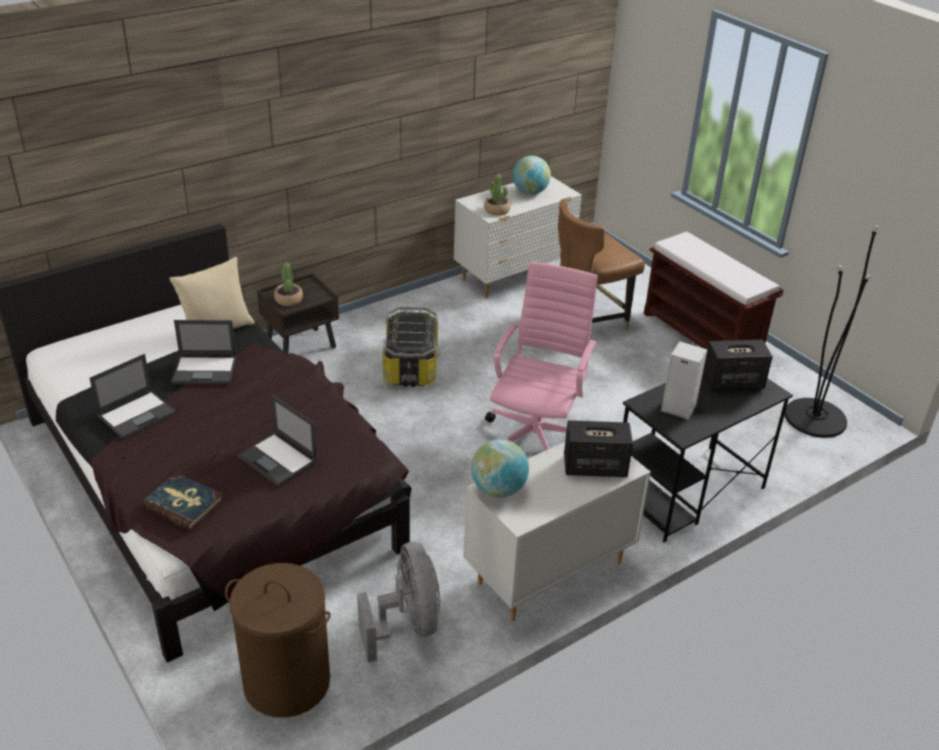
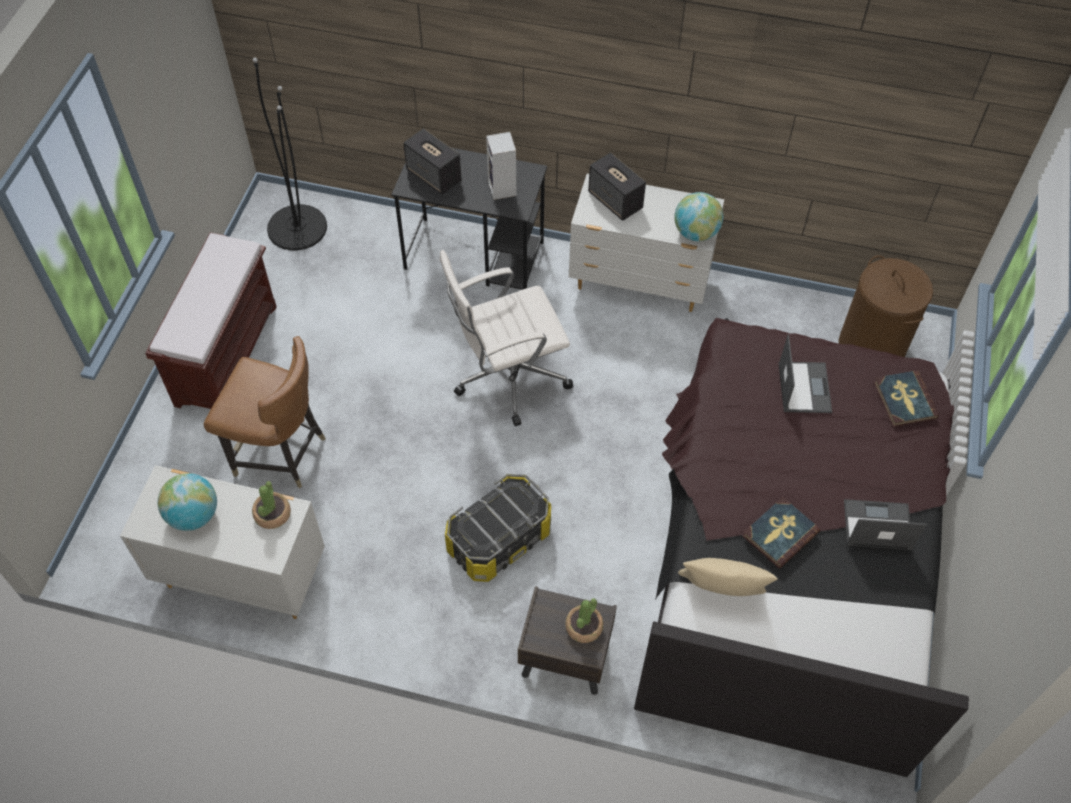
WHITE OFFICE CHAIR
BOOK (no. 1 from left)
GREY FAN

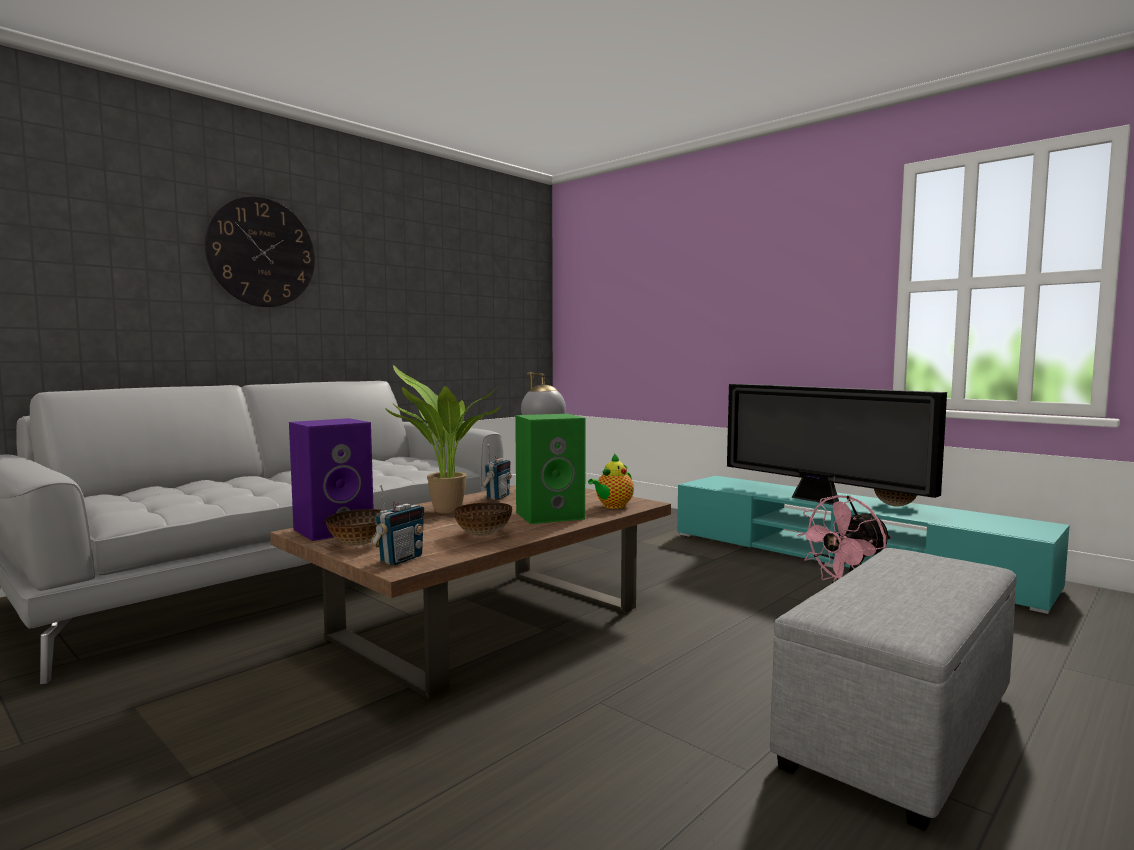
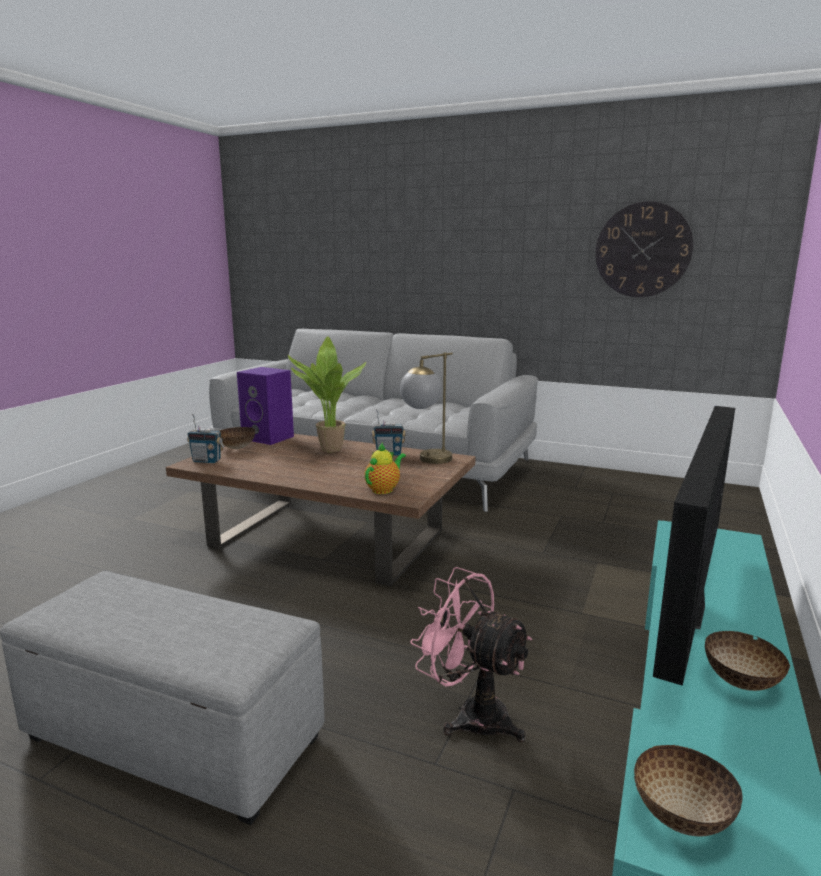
TEAPOT
WALL CLOCK
BOWL (no. 2 from left)
GREEN SPEAKER

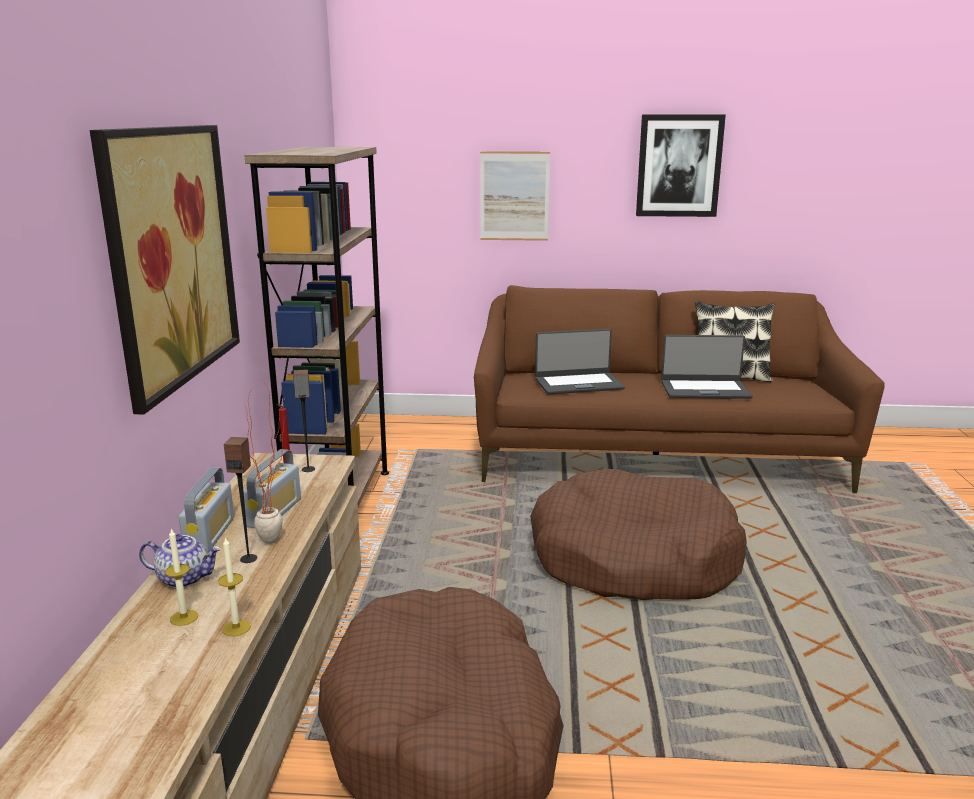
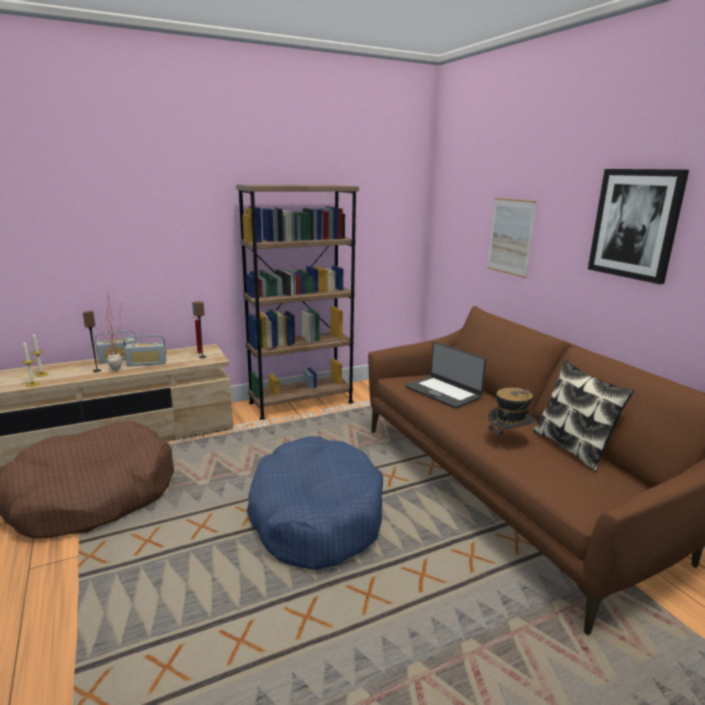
BLUE DOG BED
HAT
PICTURE (no. 1 from left in the first image)
TEAPOT

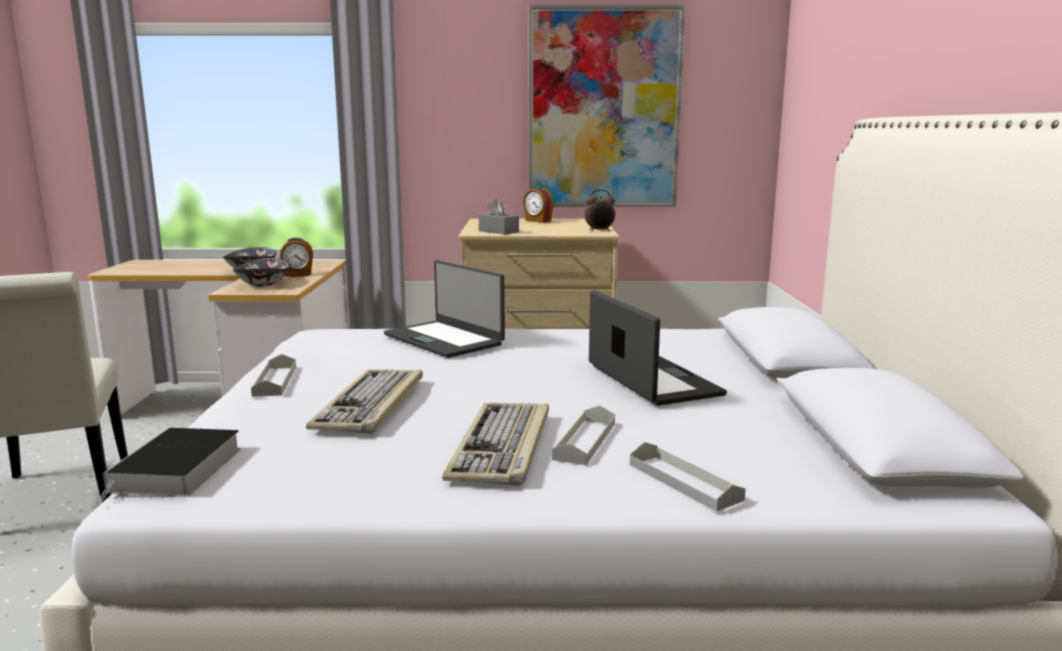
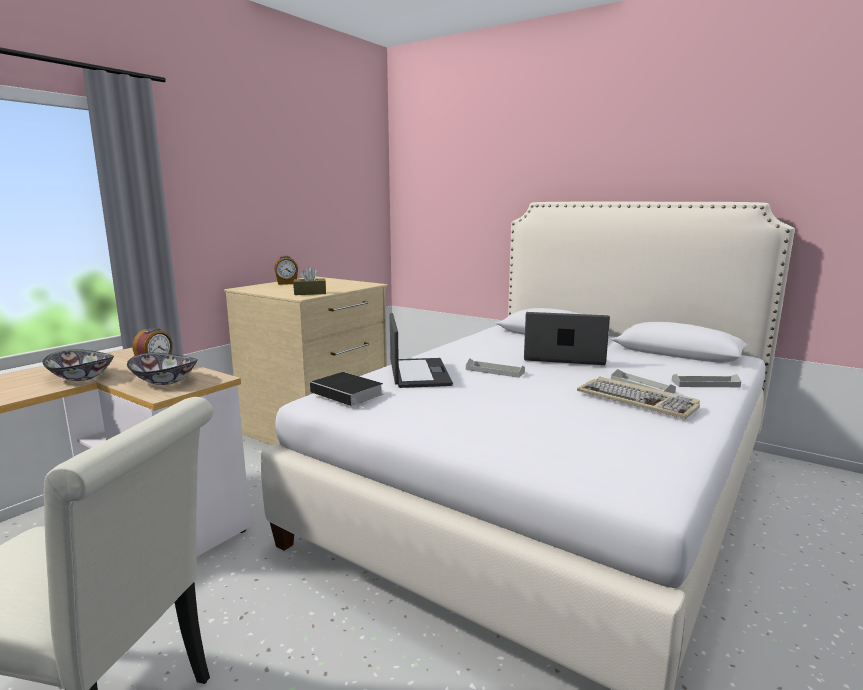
BROWN TISSUE BOX
BOOK
LAPTOP (no. 1 from left)
GREY TRAY (no. 1 from left)
KEYBOARD (no. 1 from left in the first image)
PICTURE
ALARM CLOCK (no. 3 from left in the first image)

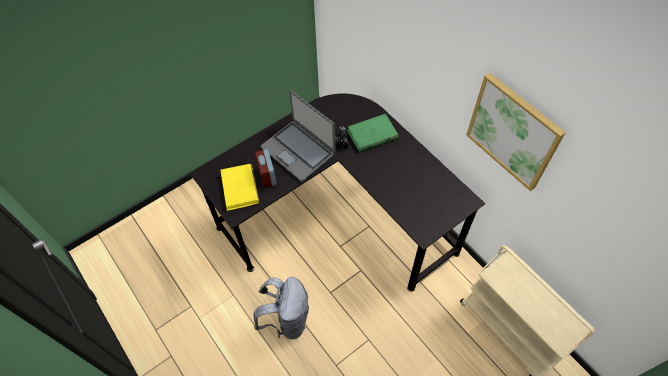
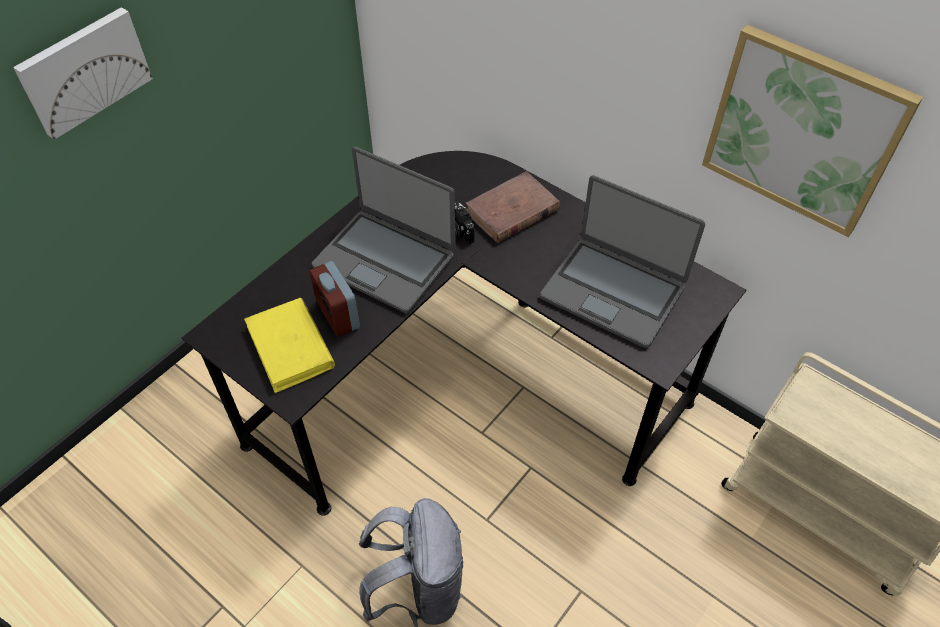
PICTURE (no. 1 from left)
BROWN BOOK
LAPTOP (no. 2 from left)

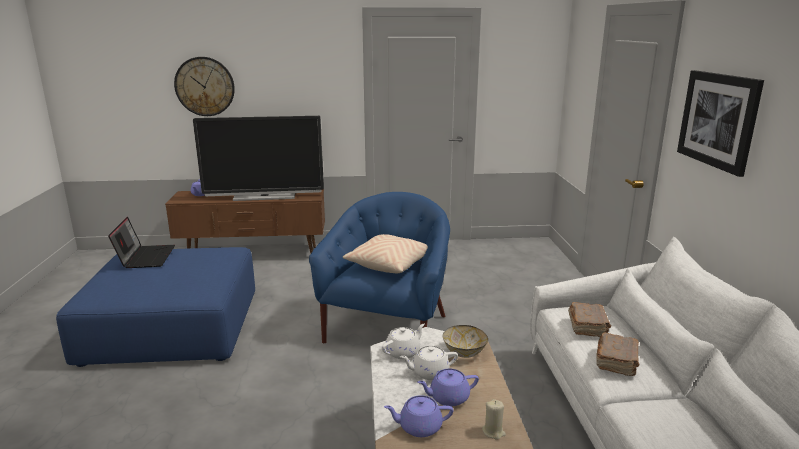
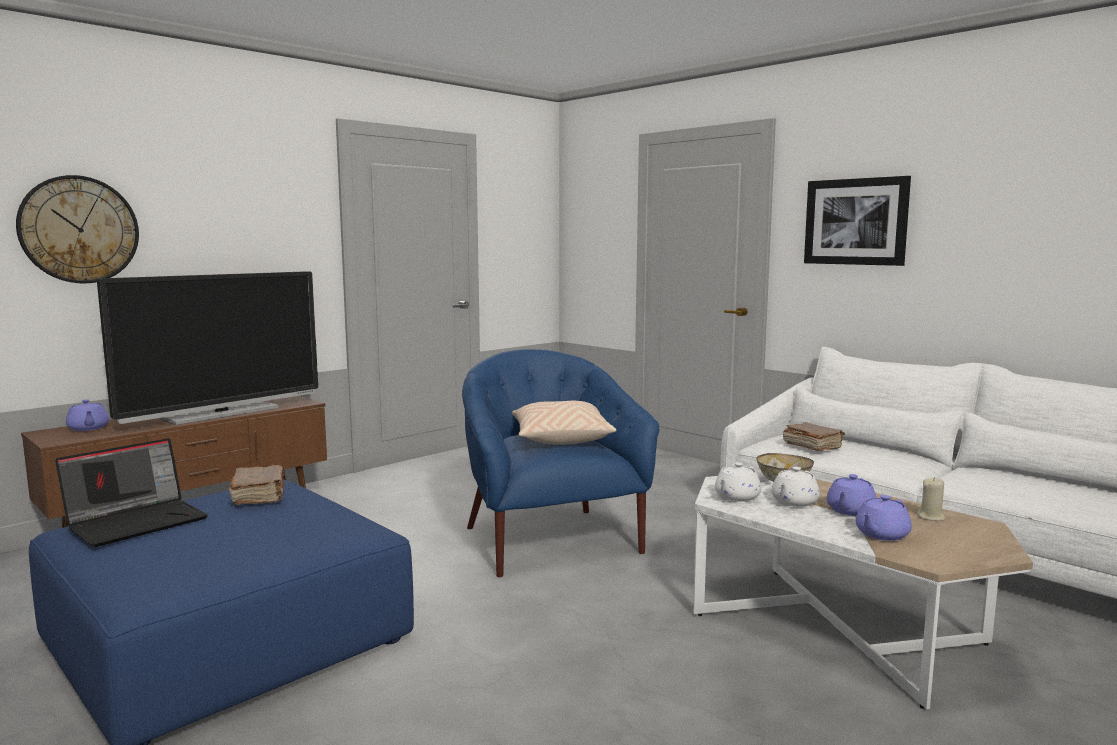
LAPTOP
BROWN BOOK (no. 1 from left)
WHITE TEAPOT (no. 1 from left)

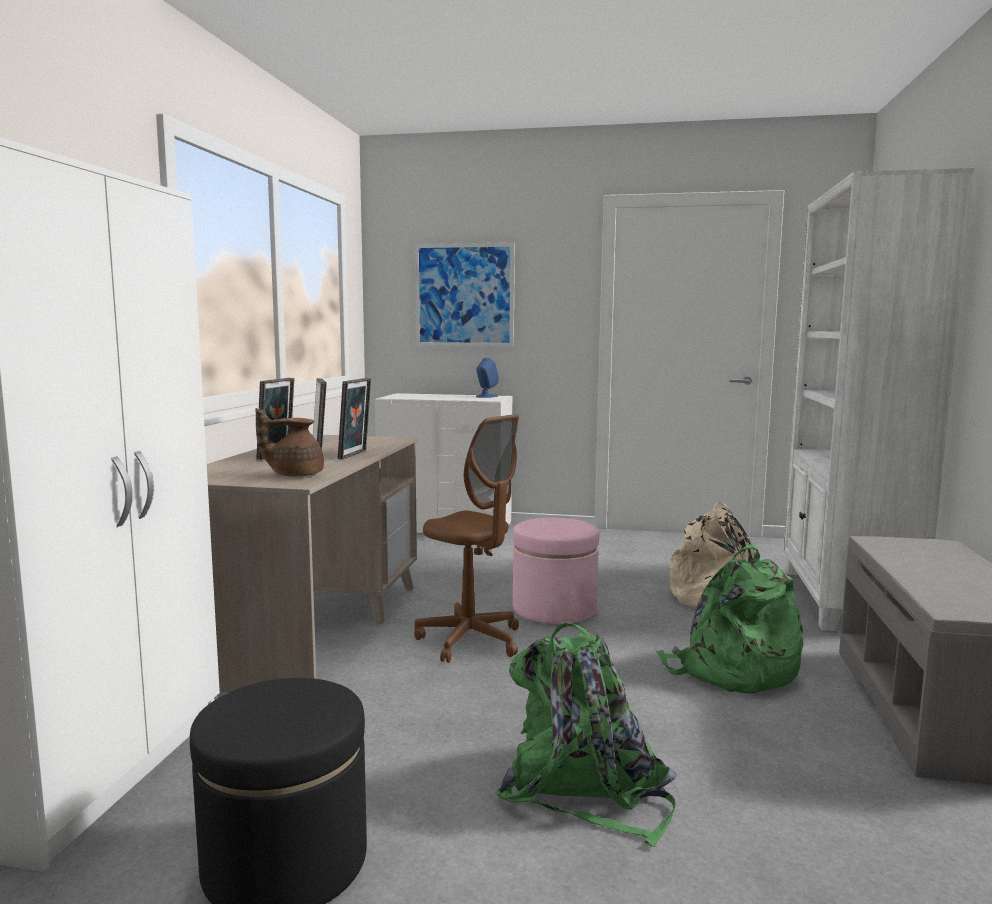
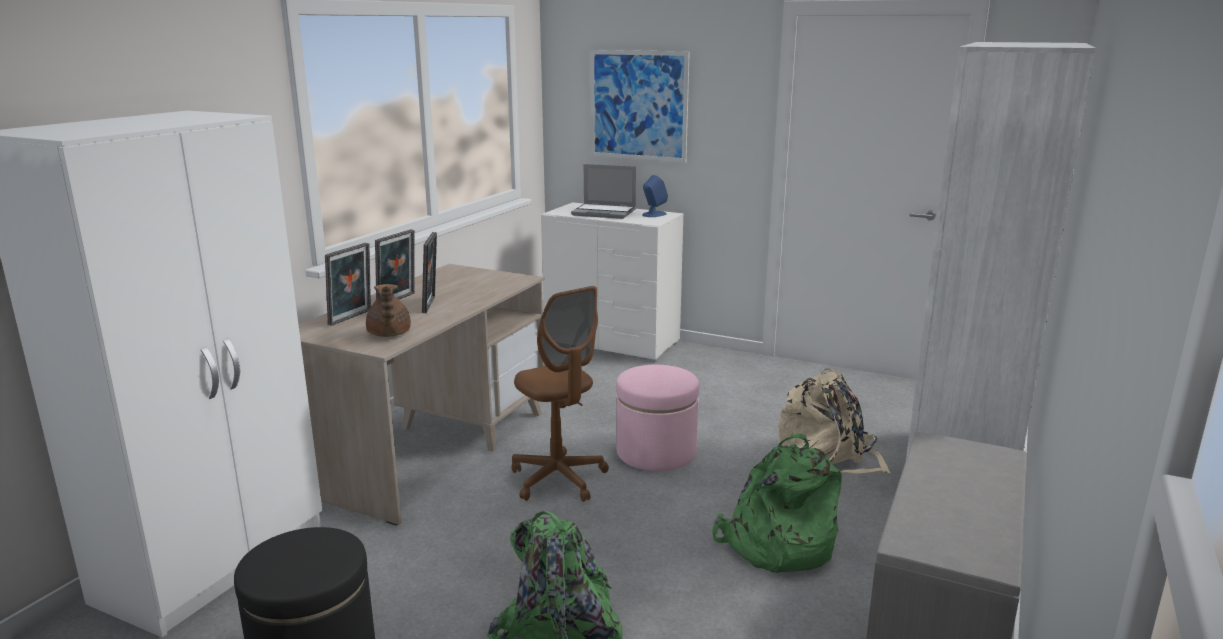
PICTURE FRAME (no. 1 from left)
BROWN TEAPOT
LAPTOP

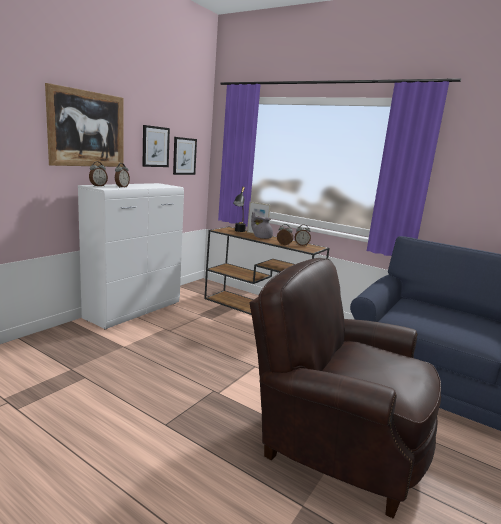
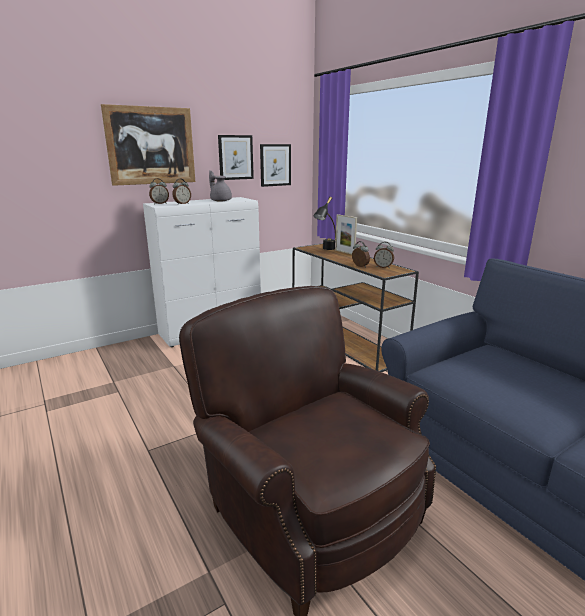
GREY TEAPOT

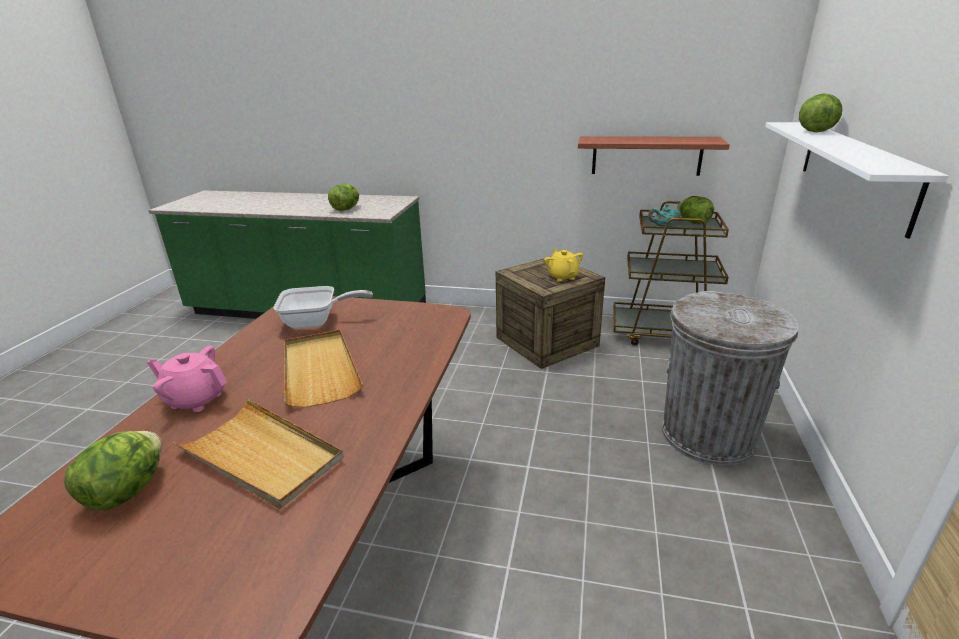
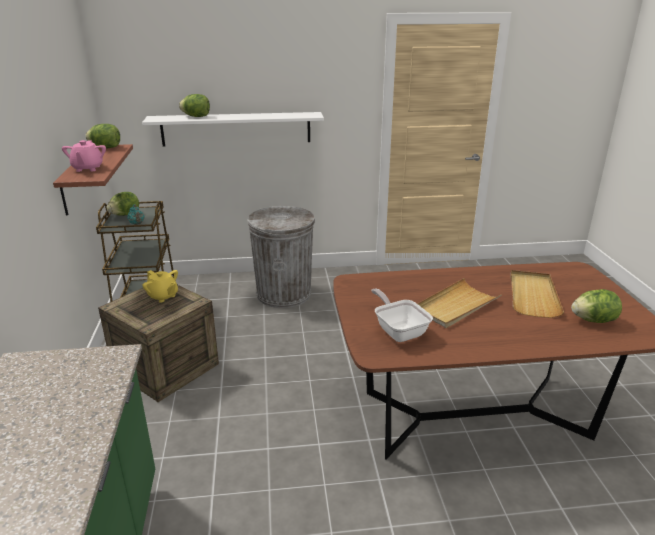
PINK TEAPOT
LETTUCE (no. 1 from left)
YELLOW TEAPOT

